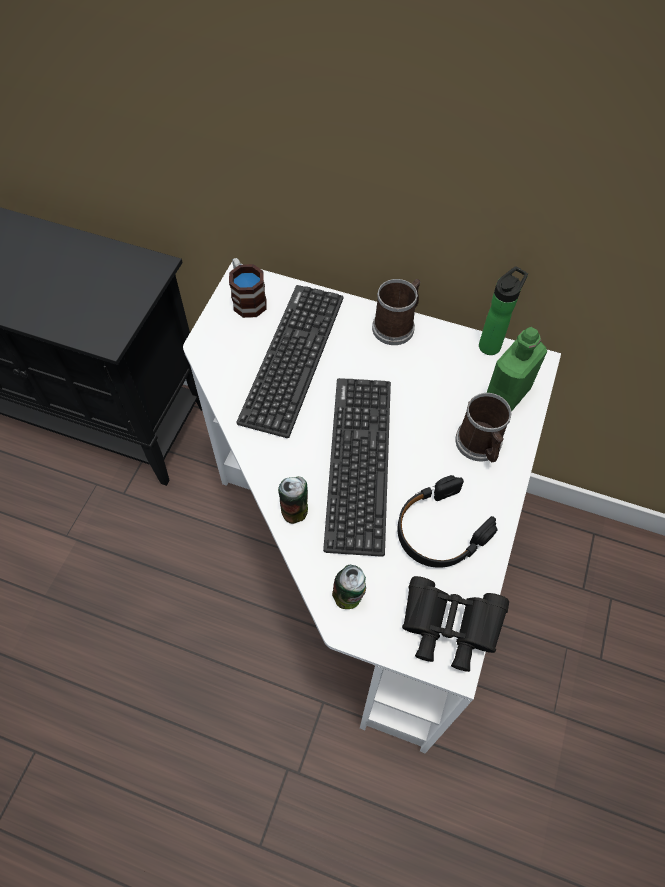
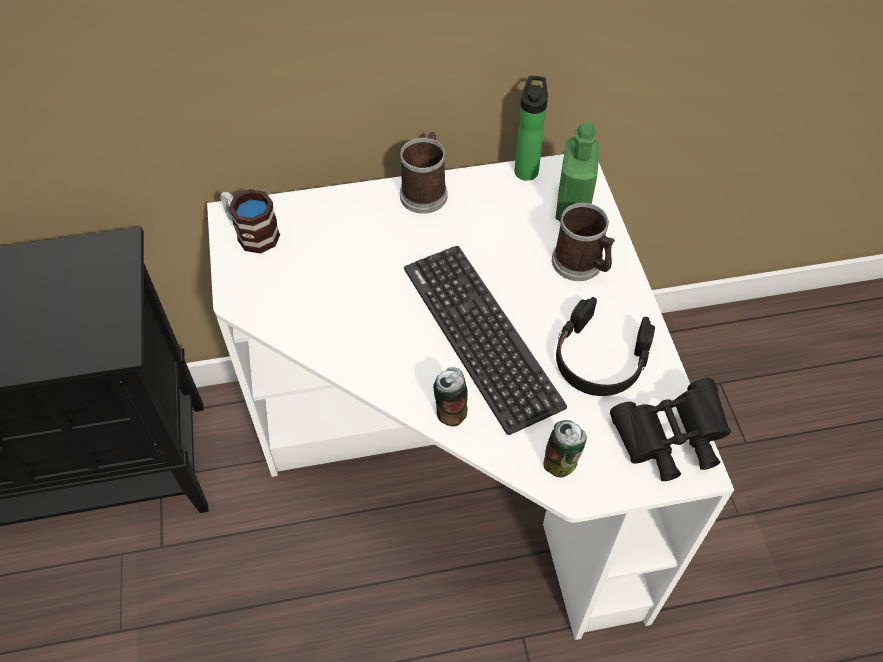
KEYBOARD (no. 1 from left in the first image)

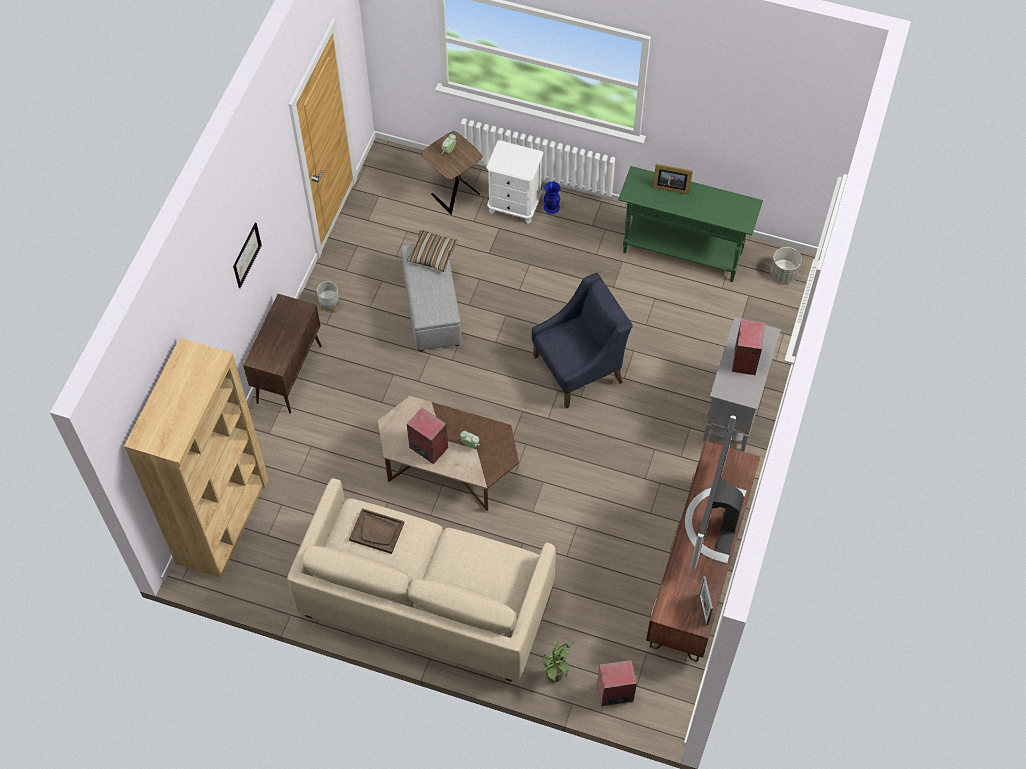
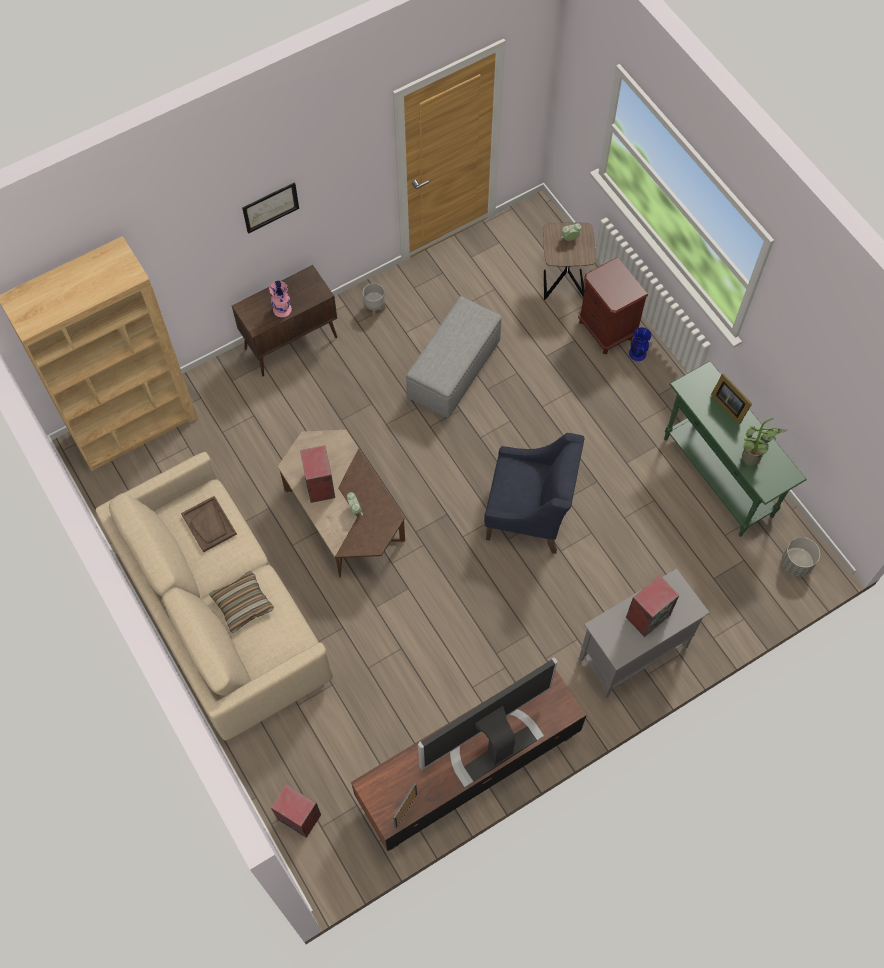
PILLOW
PINK VASE
BROWN NIGHTSTAND
POTTED PLANT

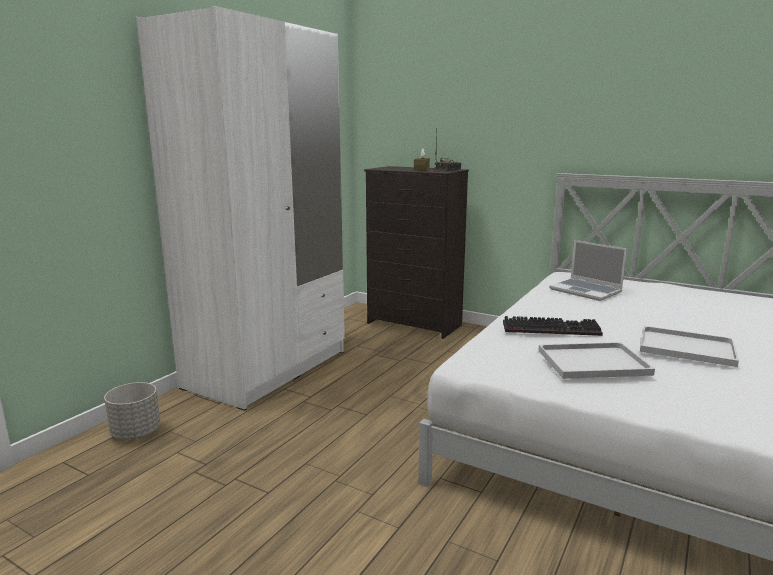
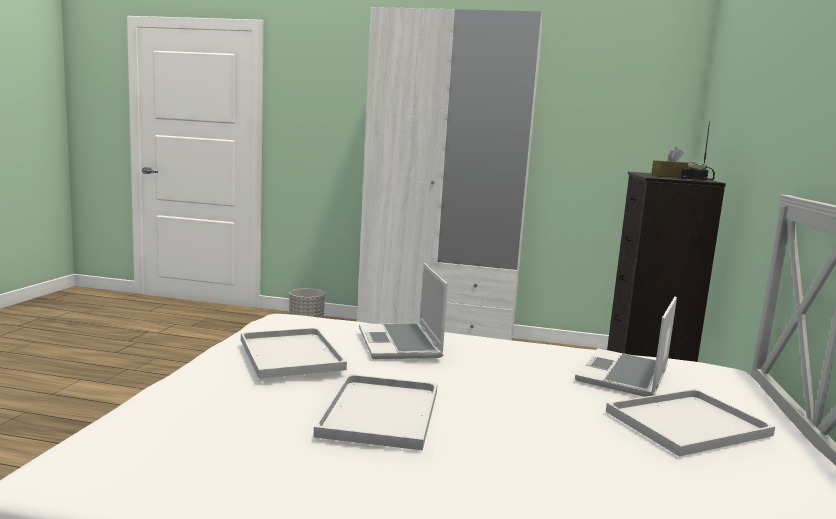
LAPTOP (no. 1 from left)
WHITE TRAY (no. 3 from left)

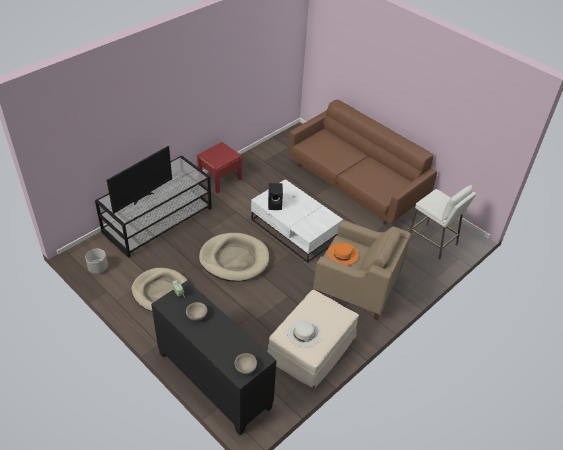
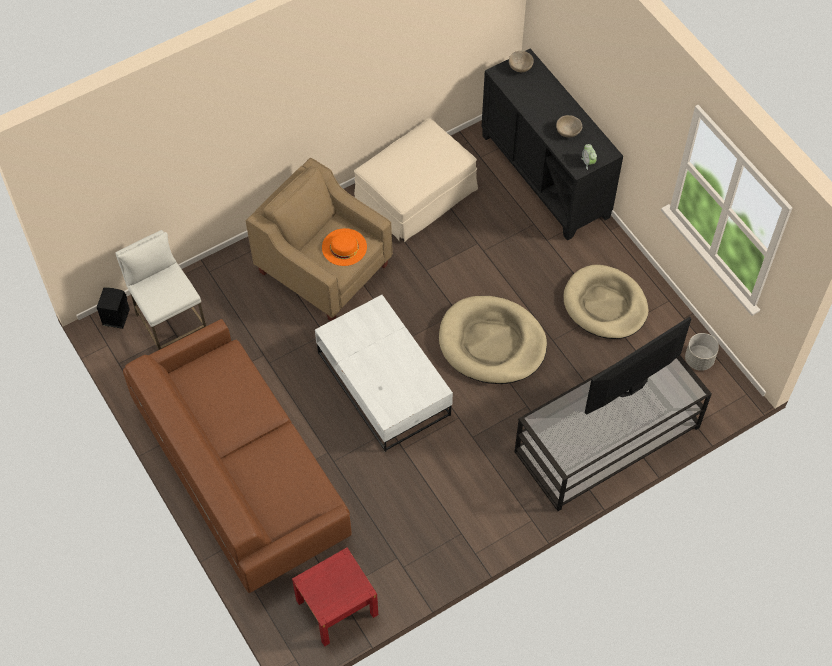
BLACK SPEAKER
RED NIGHTSTAND
WHITE HAT

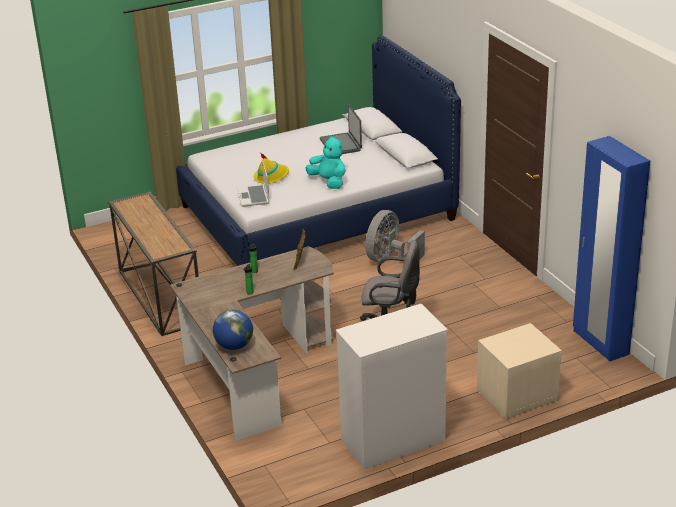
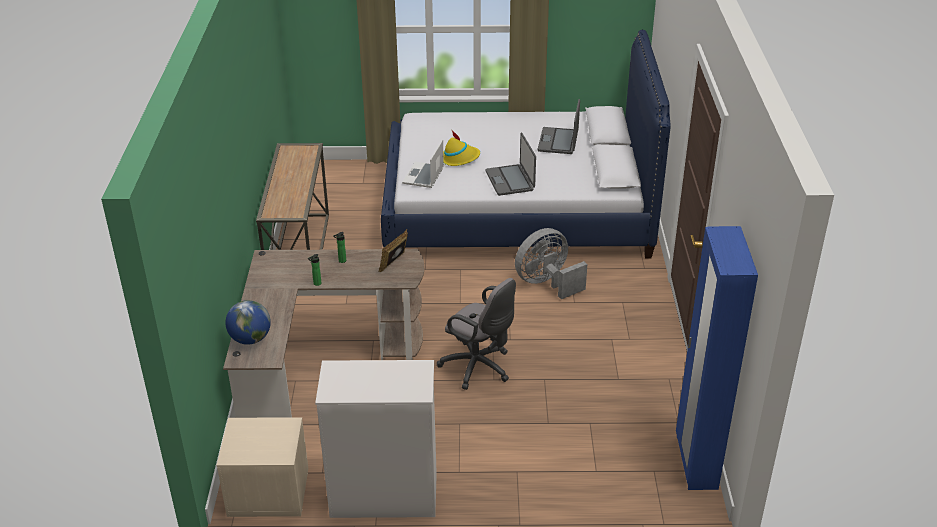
BEIGE NIGHTSTAND
LAPTOP (no. 2 from left)

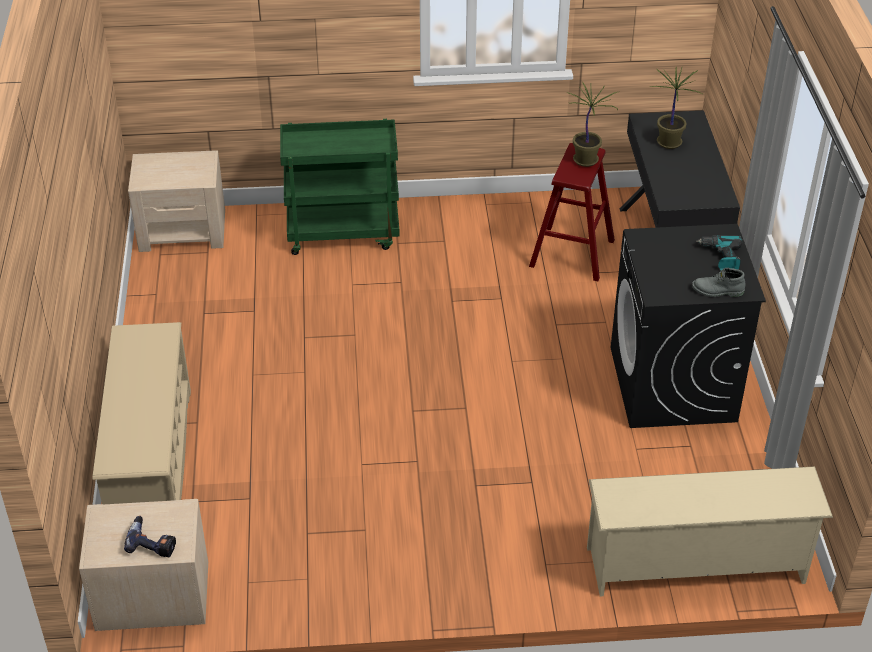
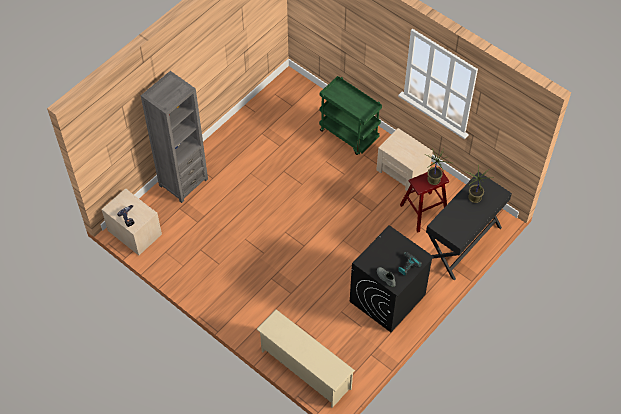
GREY BOOKCASE
BEIGE NIGHTSTAND (no. 2 from left)

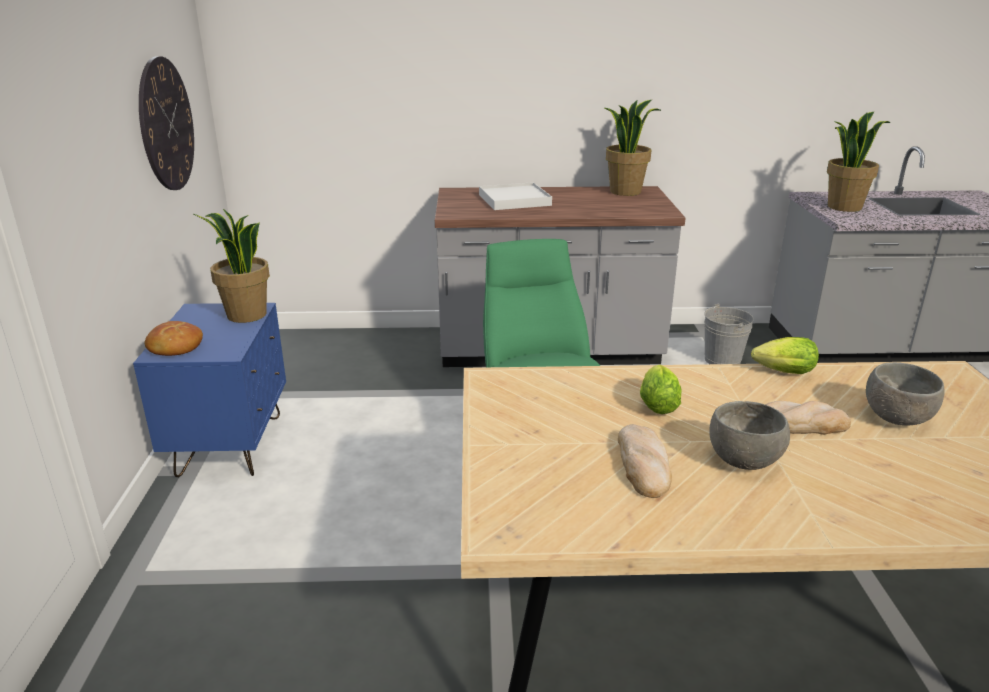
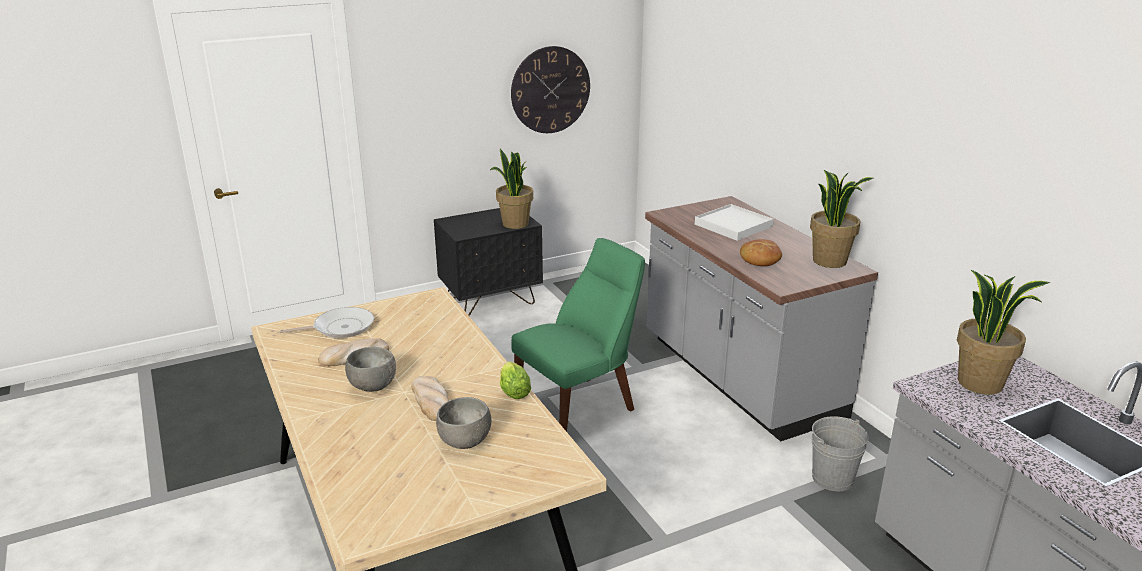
FRYING PAN
BLACK NIGHTSTAND
BREAD (no. 3 from left)
LETTUCE (no. 1 from left in the first image)

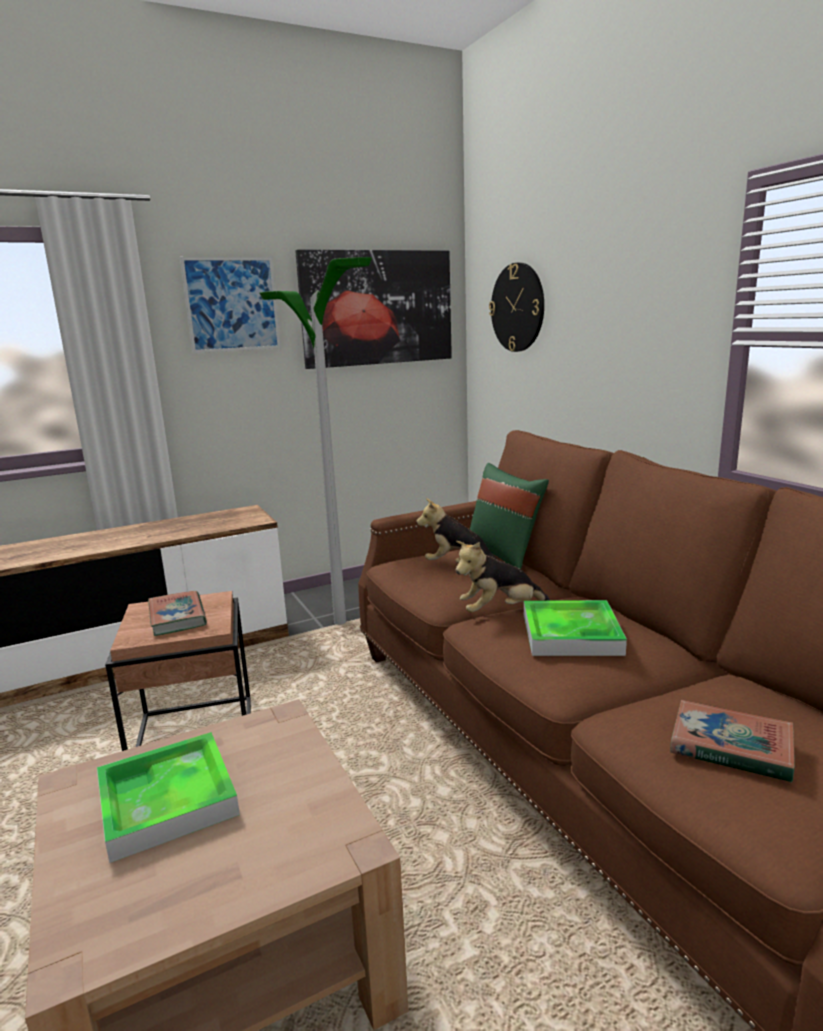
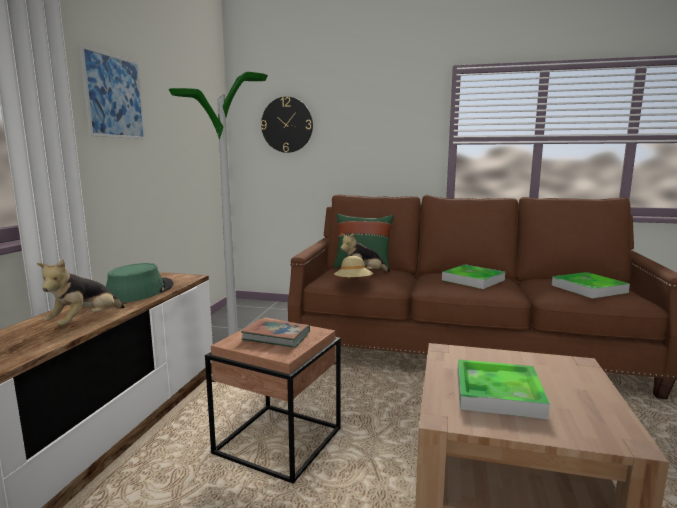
PLUSH TOY (no. 1 from left)
GREEN HAT
BEIGE HAT
TRAY (no. 3 from left)
PICTURE (no. 2 from left in the first image)

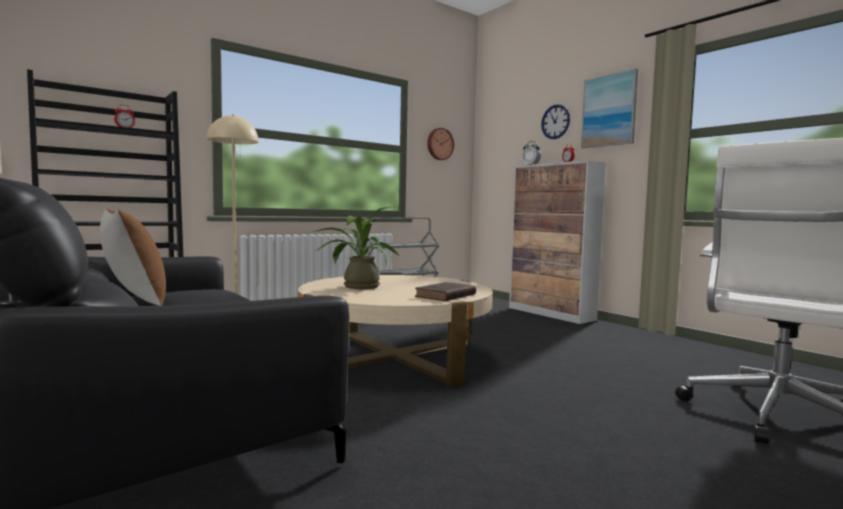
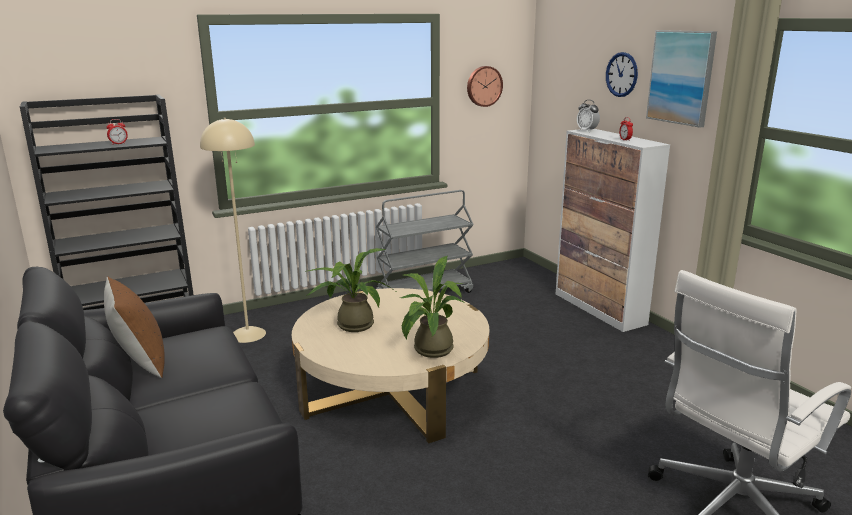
POTTED PLANT (no. 2 from left)

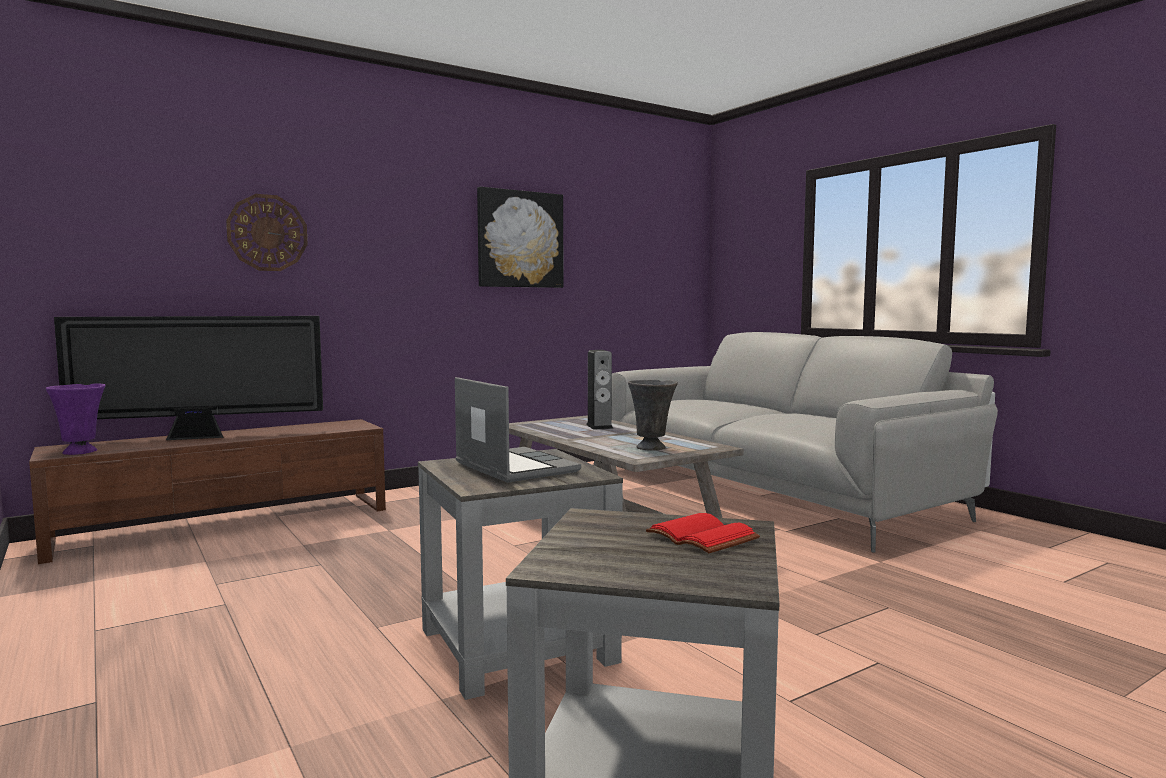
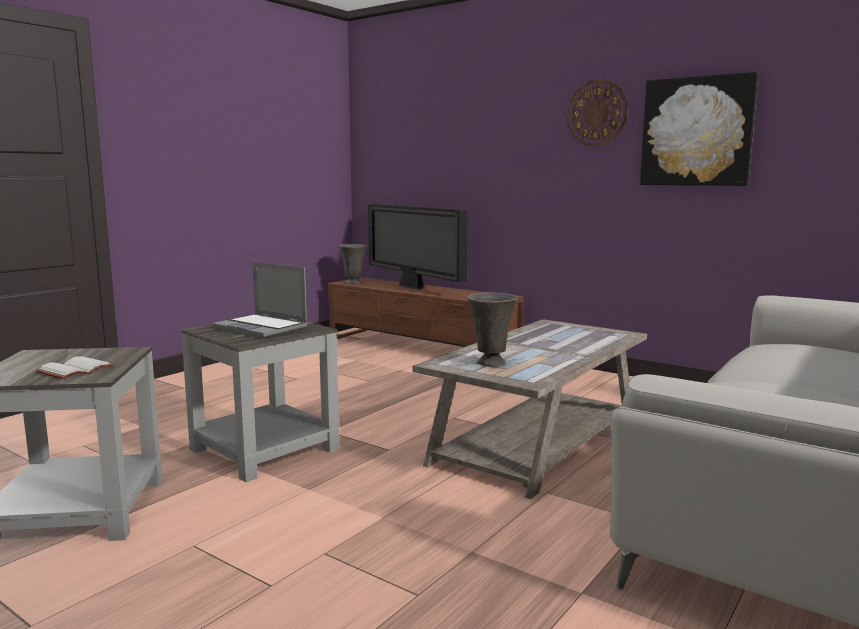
WHITE BOOK
LAPTOP
GREY VASE (no. 1 from left)
WALL CLOCK
SPEAKER

